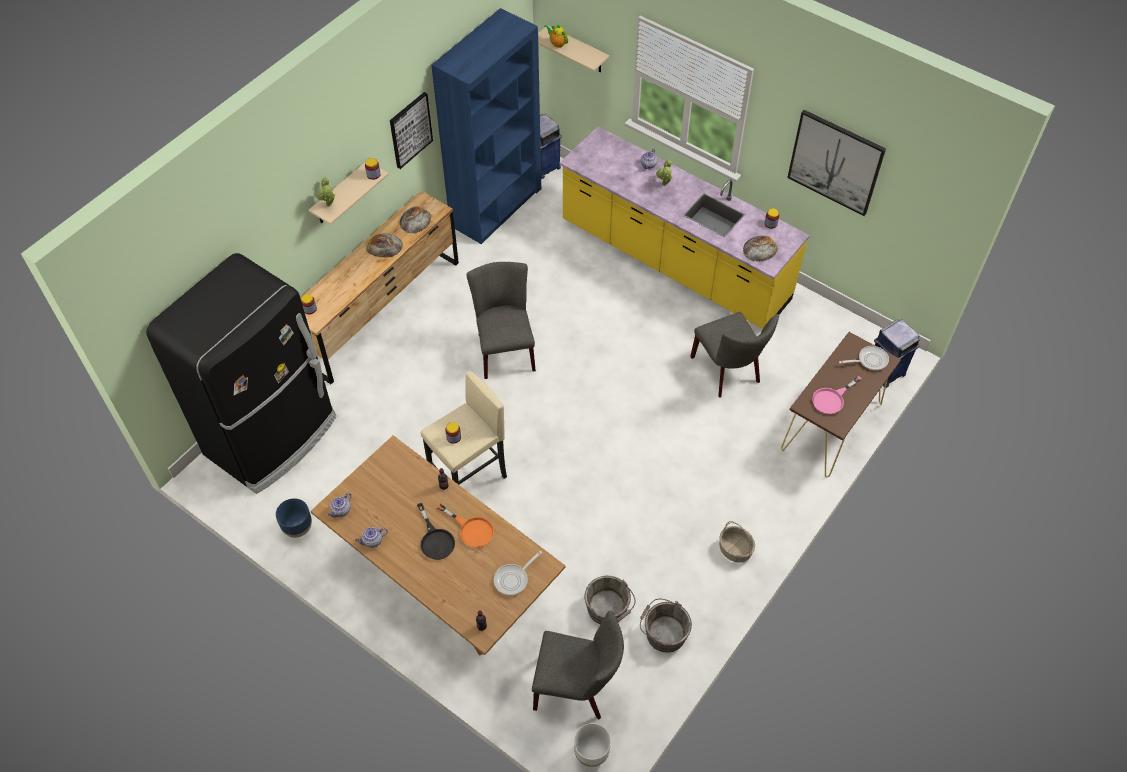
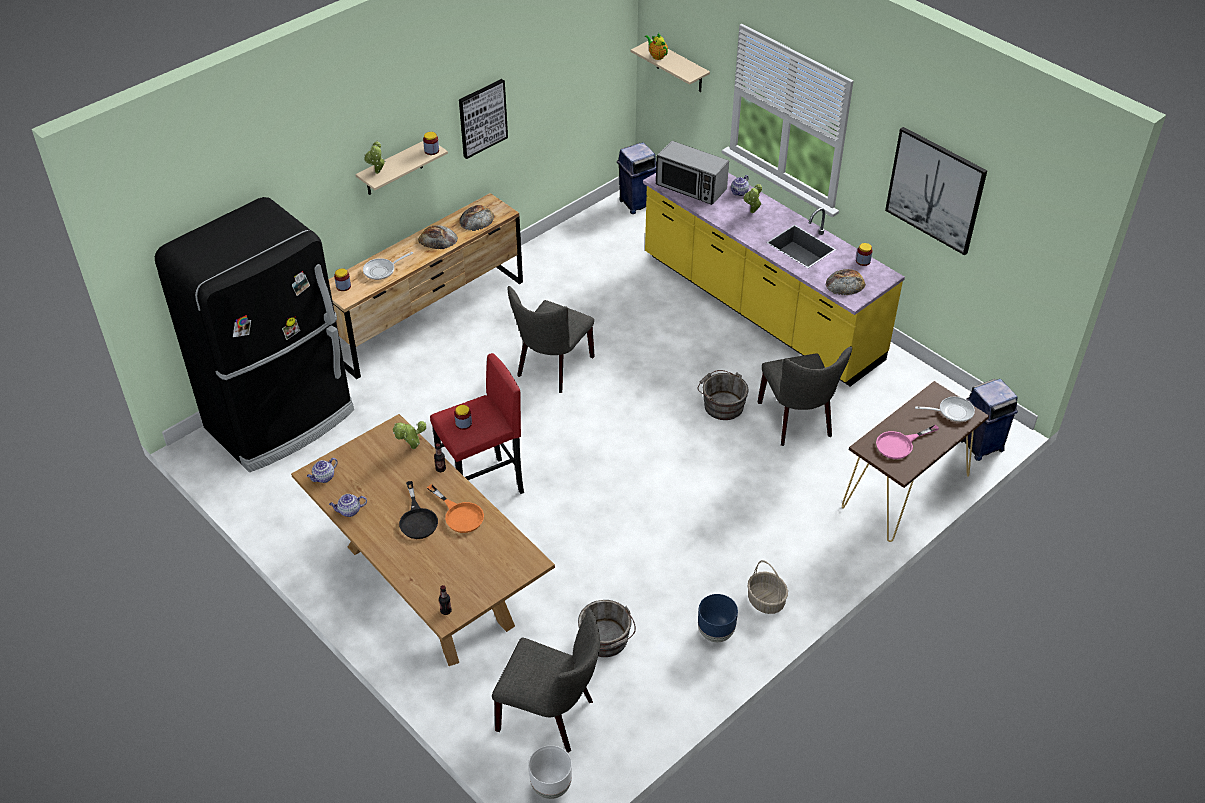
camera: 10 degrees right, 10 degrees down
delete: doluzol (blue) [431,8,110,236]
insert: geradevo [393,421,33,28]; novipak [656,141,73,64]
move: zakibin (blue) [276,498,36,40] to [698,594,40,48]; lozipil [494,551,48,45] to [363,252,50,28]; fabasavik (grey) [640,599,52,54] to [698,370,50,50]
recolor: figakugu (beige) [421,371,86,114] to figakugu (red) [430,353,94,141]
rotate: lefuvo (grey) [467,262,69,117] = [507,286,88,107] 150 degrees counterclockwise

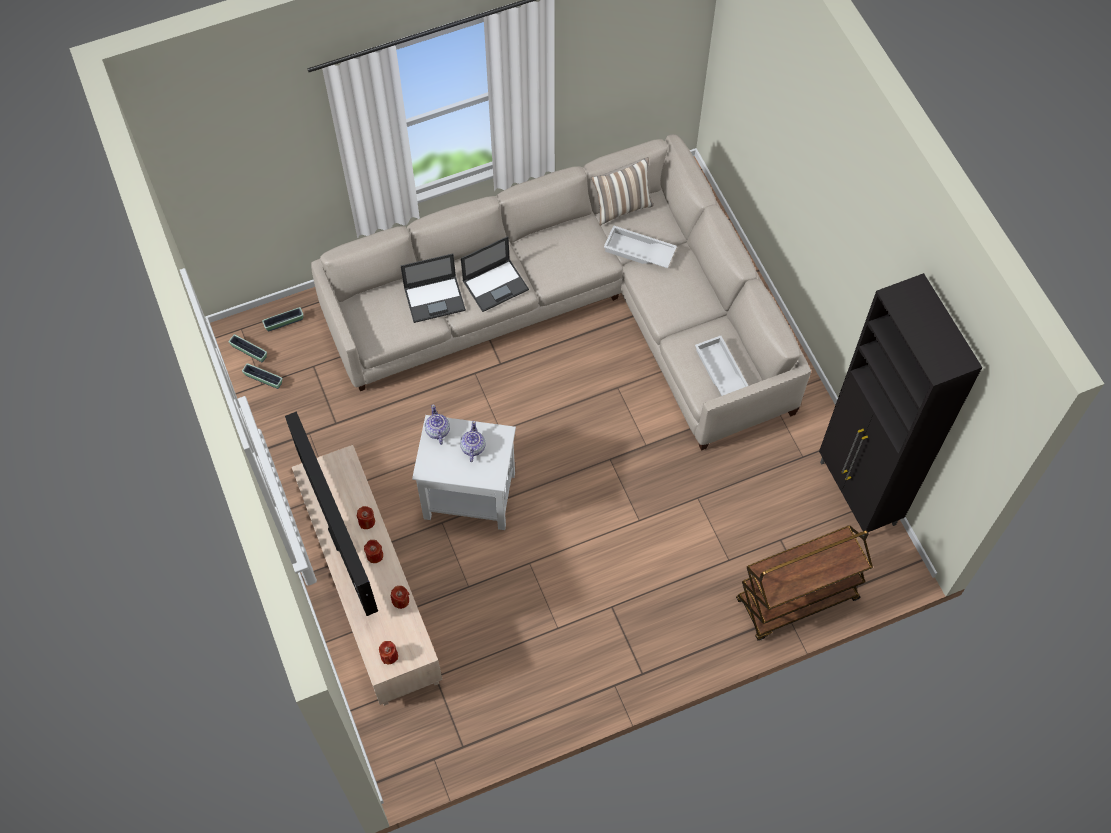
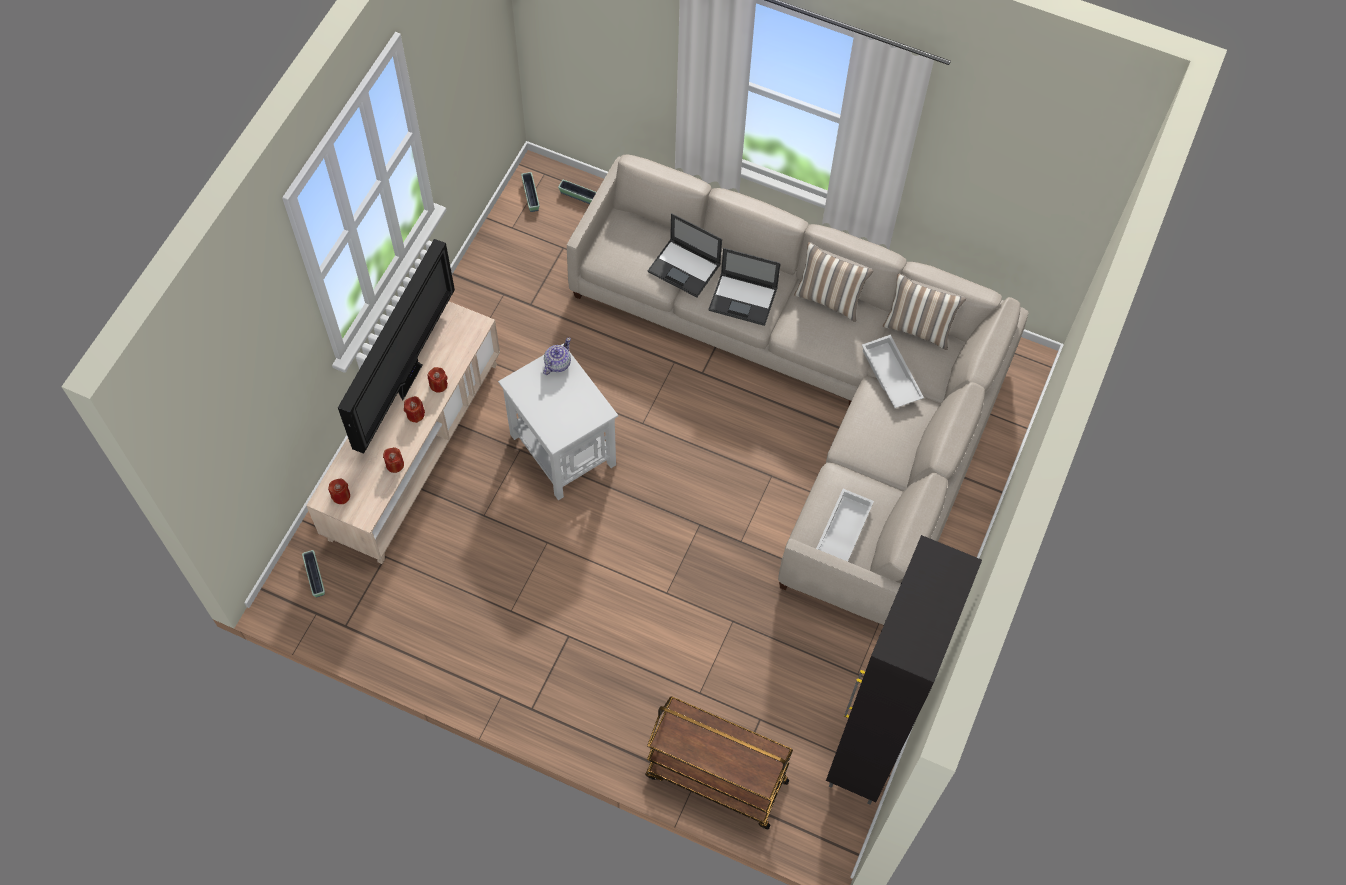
camera: 45 degrees right, 0 degrees up
delete: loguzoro [460,421,25,41]
insert: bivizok [794,242,80,80]
move: zakibin [242,363,40,26] to [302,550,23,47]

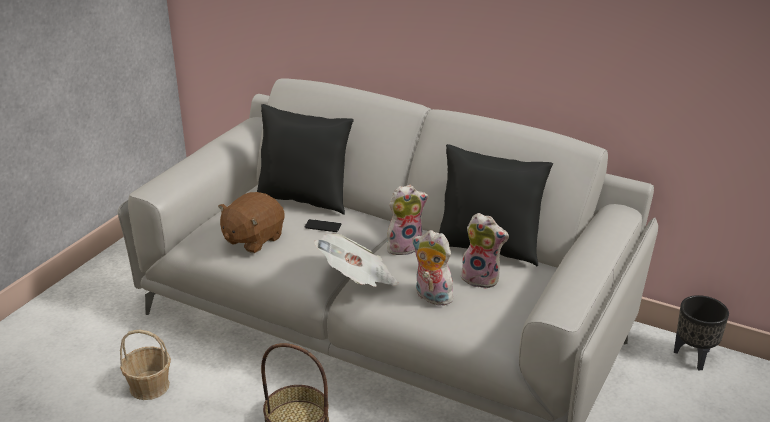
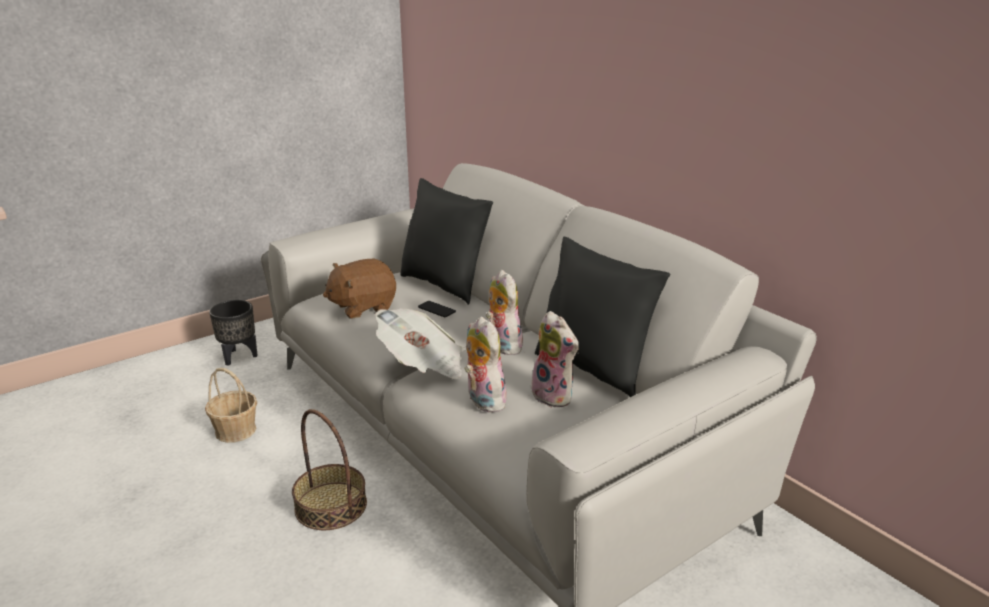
camera: 25 degrees right, 5 degrees down
move: zakibin (black) [674,295,55,75] to [209,300,48,66]
rotate: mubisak [387,185,41,70] = [486,270,37,85] 120 degrees counterclockwise

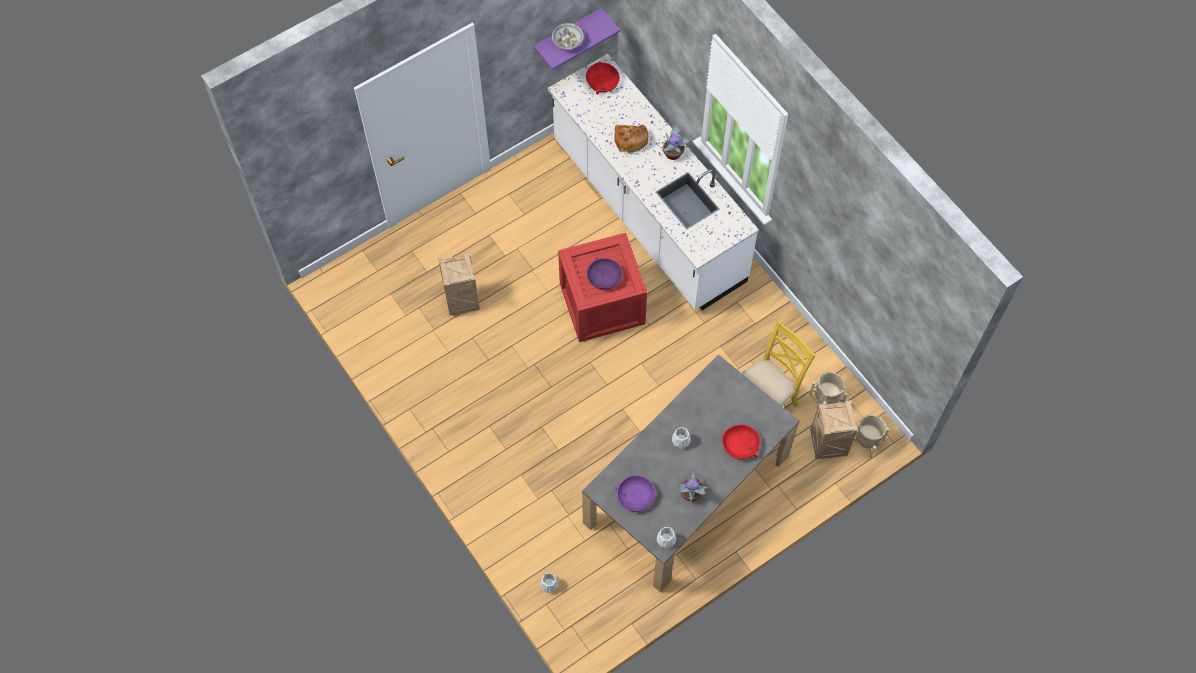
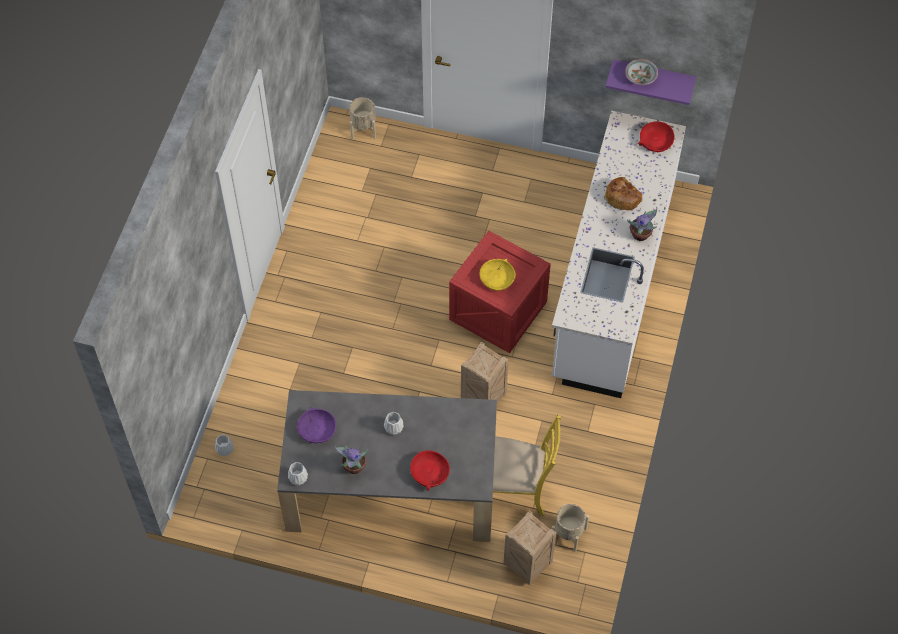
camera: 50 degrees right, 5 degrees down
move: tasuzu [438,253,42,63] to [461,342,48,61]; zakibin (beige) [854,414,35,45] to [349,97,27,42]
recolor: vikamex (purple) [587,257,35,32] to vikamex (yellow) [480,259,36,32]

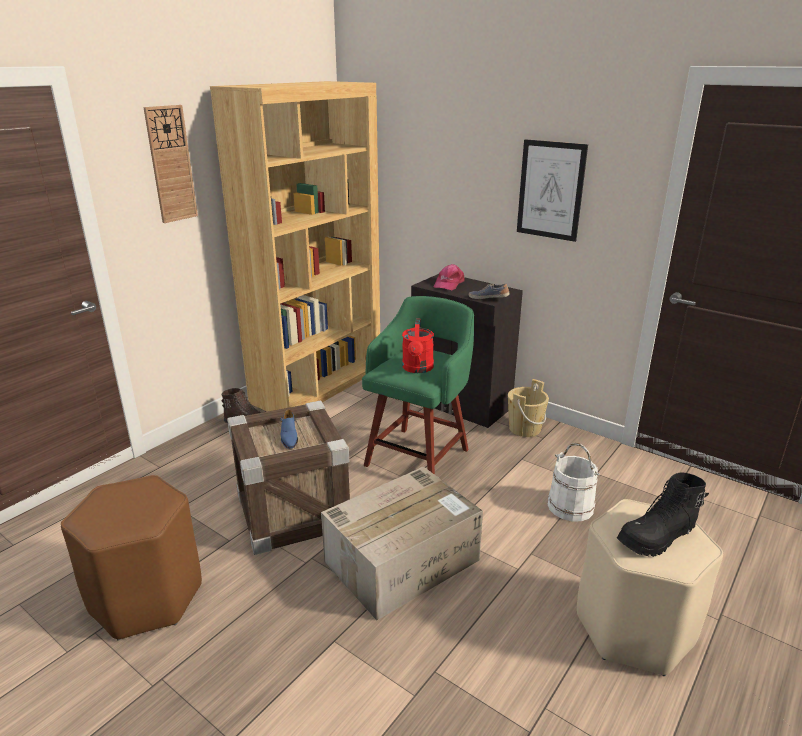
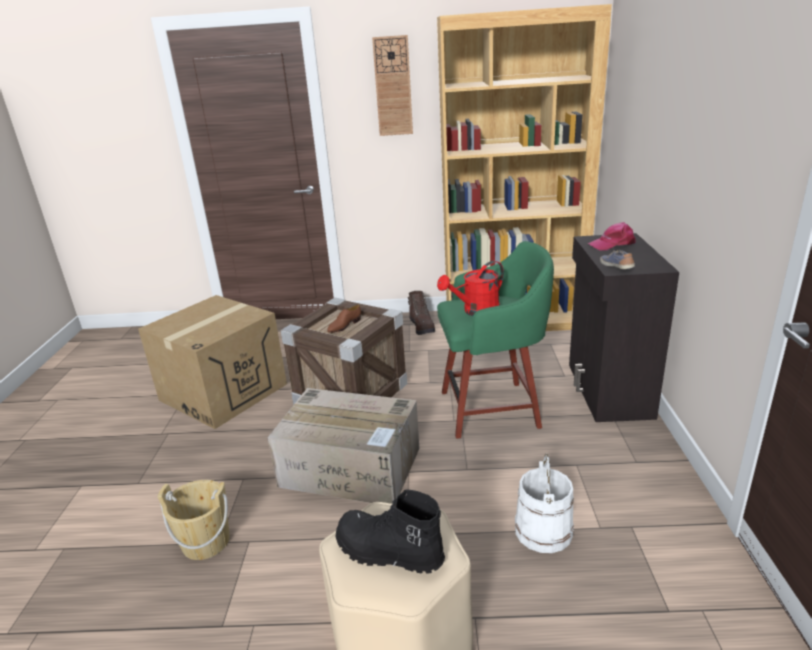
camera: 55 degrees right, 0 degrees up
delete: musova [517,139,71,103]
move: fabasavik (beige) [508,379,41,58] to [158,480,72,80]
replace: figakugu (brown) [61,475,141,166] to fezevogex [138,295,149,134]
recolor: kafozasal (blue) [281,409,17,40] to kafozasal (brown) [327,305,34,28]

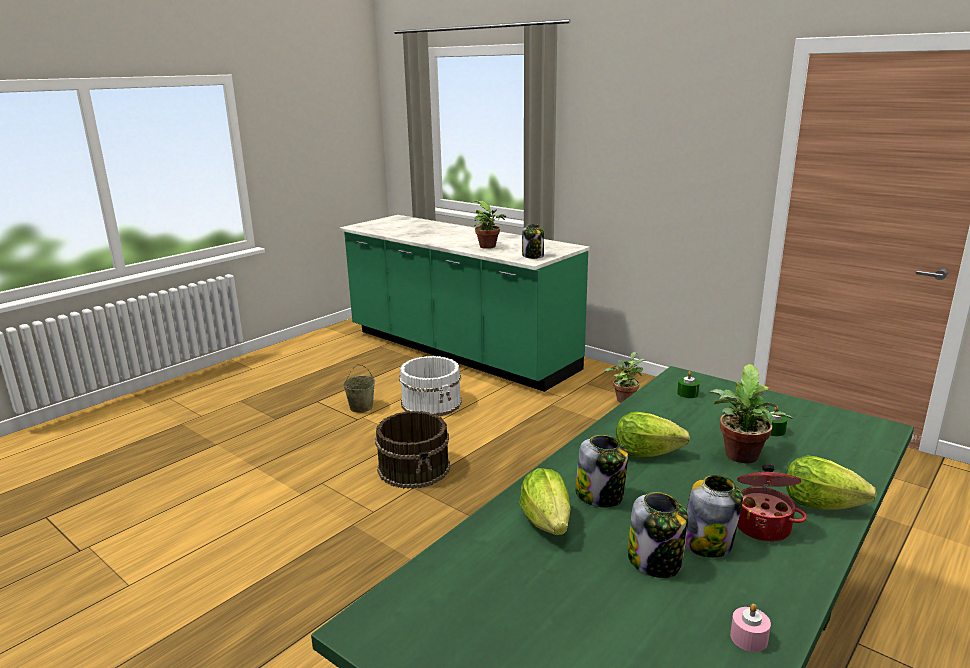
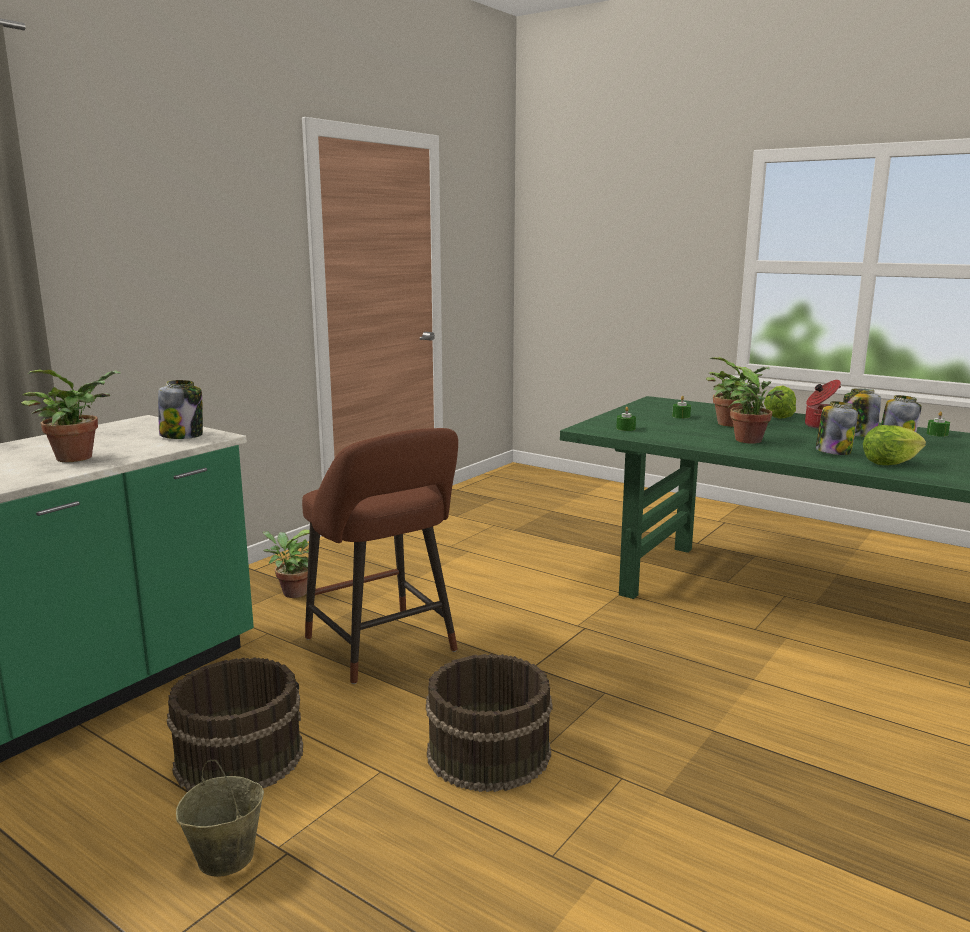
camera: 95 degrees left, 5 degrees down
insert: figakugu (brown) [302,428,156,256]
replace: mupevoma [616,412,74,45] to geradevo [728,366,56,78]
recolor: fabasavik (white) [399,356,63,60] to fabasavik (brown) [167,657,136,134]; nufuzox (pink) [730,604,41,48] to nufuzox (green) [927,411,23,26]

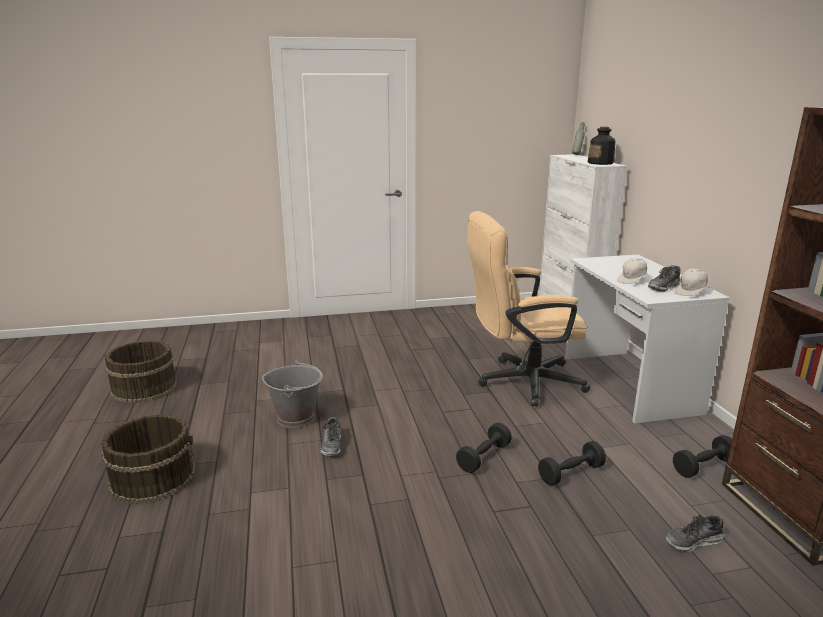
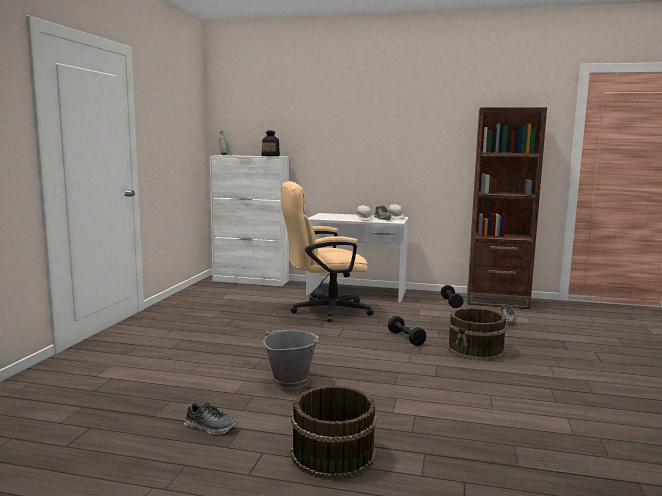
camera: 65 degrees left, 10 degrees down
delete: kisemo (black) [538,441,68,44]
move: fabasavik (brown) [105,341,72,62] to [447,308,60,53]; kafozasal [320,417,21,39] to [184,402,52,32]
rotate: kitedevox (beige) [467,211,123,196] = [281,181,93,142] 60 degrees clockwise

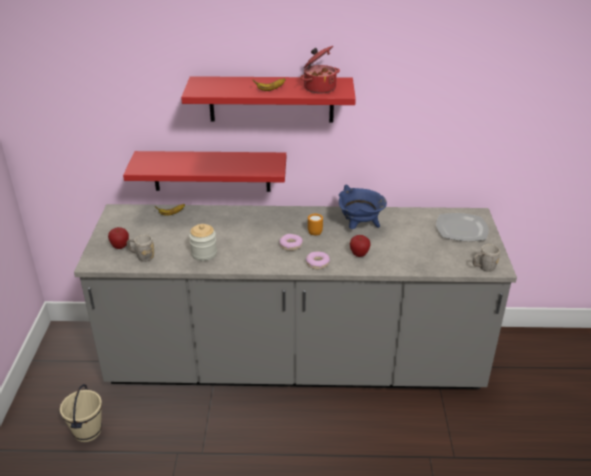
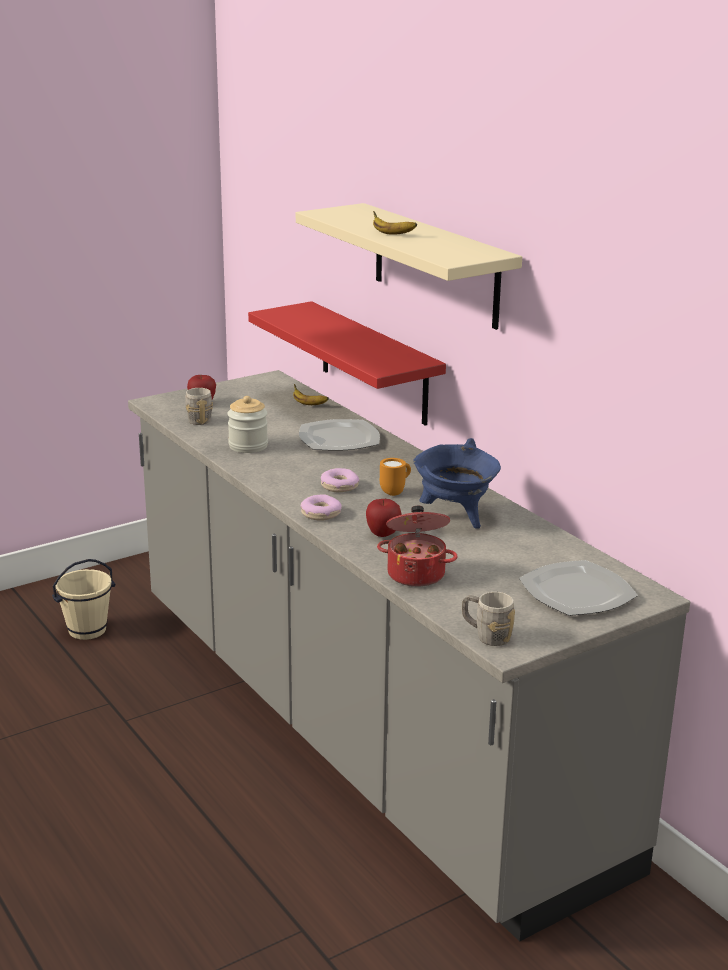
camera: 55 degrees right, 10 degrees down
insert: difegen [299,419,81,32]
move: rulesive [300,46,40,48] to [377,506,80,81]
recolor: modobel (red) [181,76,175,46] to modobel (beige) [296,203,226,127]

